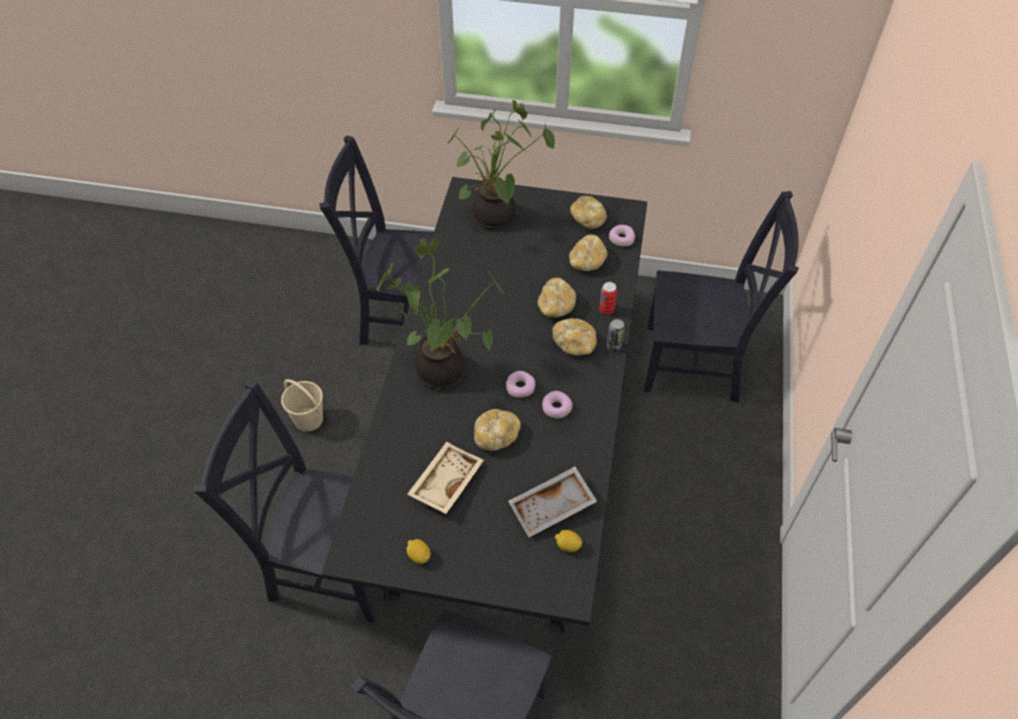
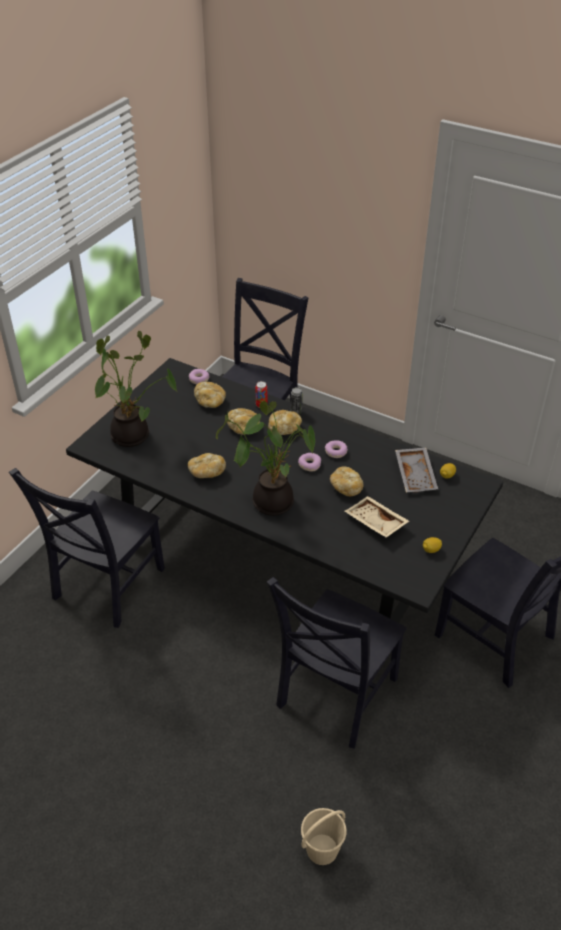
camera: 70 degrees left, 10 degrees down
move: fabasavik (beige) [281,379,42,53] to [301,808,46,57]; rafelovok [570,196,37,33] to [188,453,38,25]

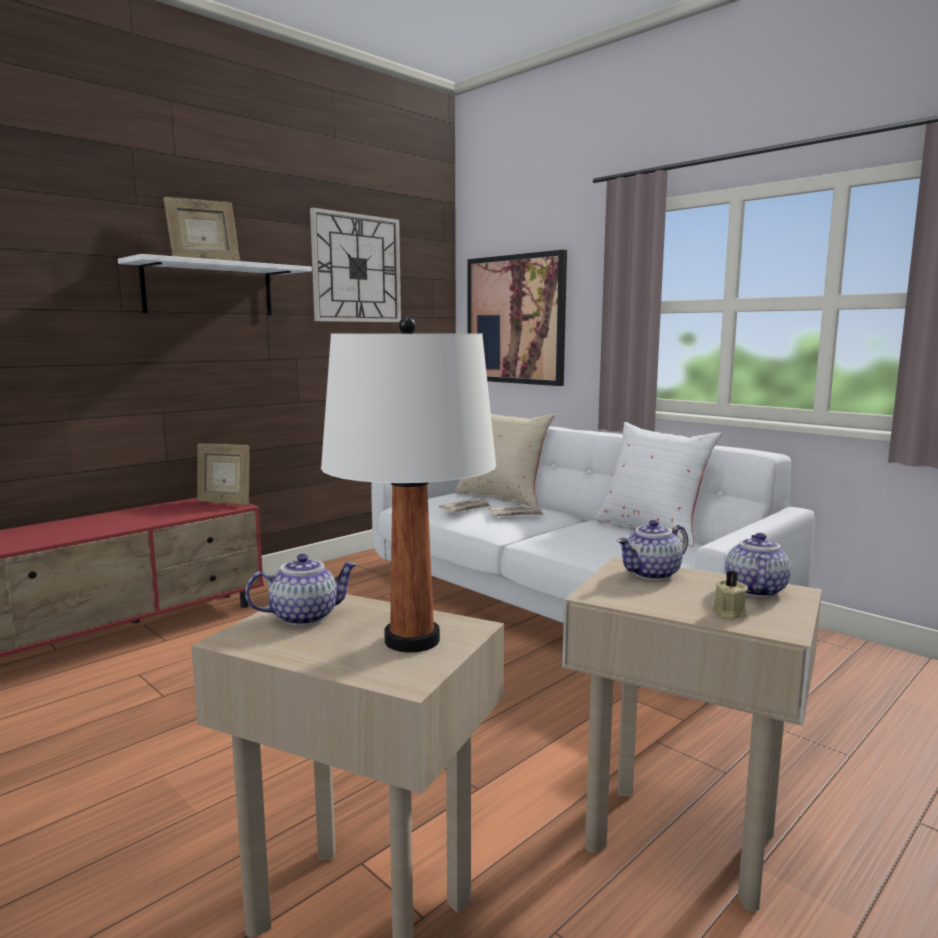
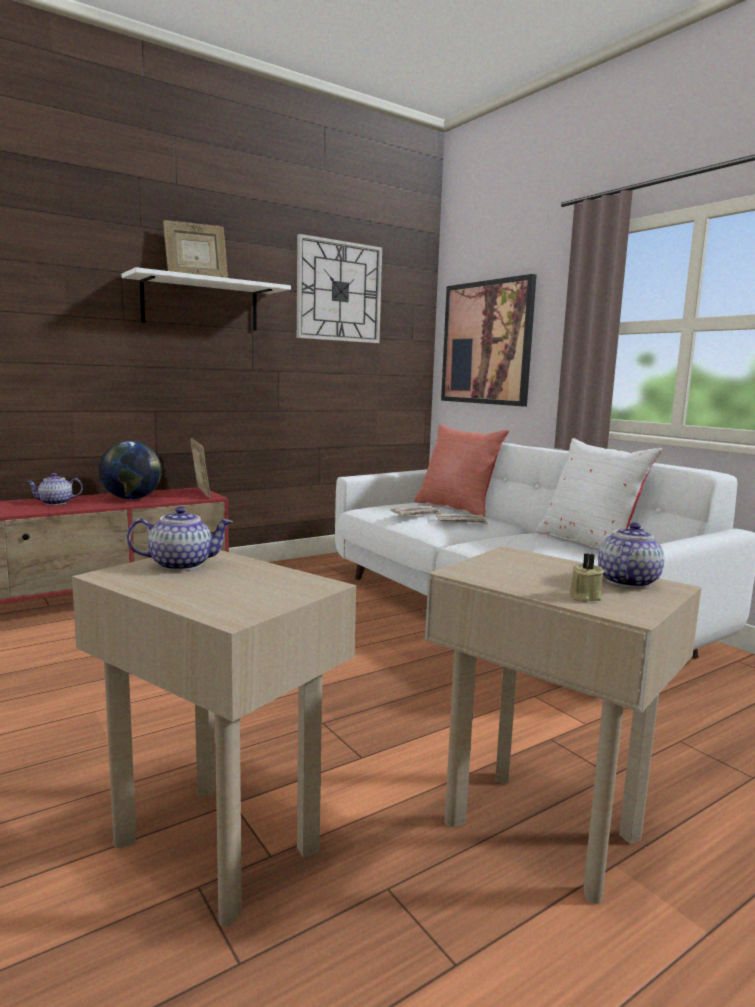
camera: 10 degrees right, 0 degrees up
delete: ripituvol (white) [321,317,175,336]
insert: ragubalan [99,441,63,59]
move: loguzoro [617,520,71,61] to [27,473,56,32]
recolor: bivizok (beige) [455,414,100,92] to bivizok (red) [414,424,95,93]
rotate: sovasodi [197,443,53,62] = [190,438,21,60] 150 degrees counterclockwise

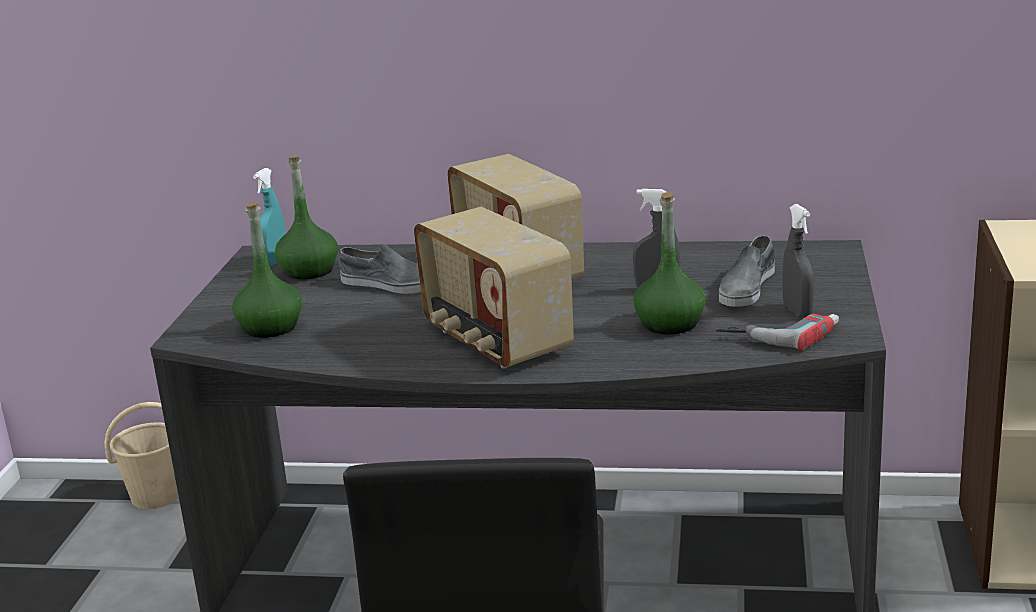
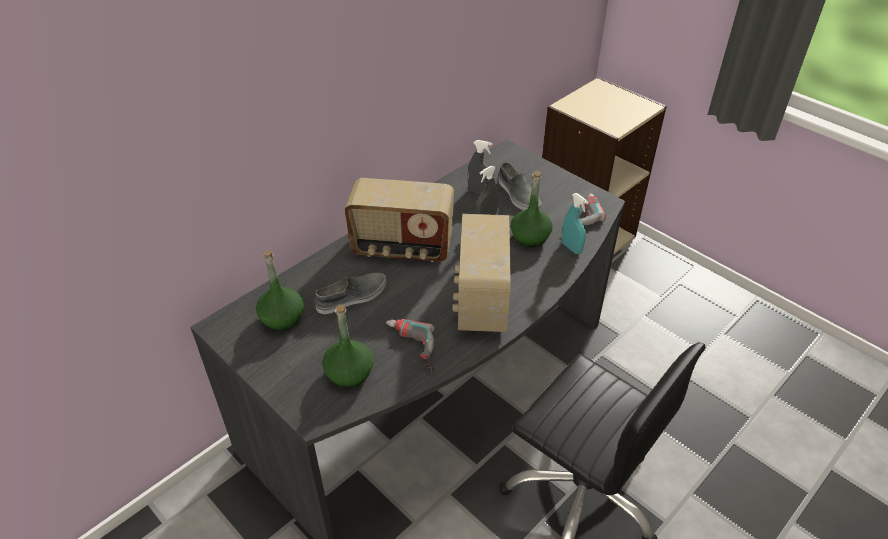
camera: 55 degrees left, 20 degrees up
delete: fabasavik (beige) [104,402,75,107]
insert: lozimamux [386,319,48,54]
move: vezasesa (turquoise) [253,168,33,98] to [562,193,27,61]; vezasesa (grey) [782,204,32,113] to [468,140,26,54]
rotate: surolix [414,207,160,162] = [452,214,59,118] 90 degrees clockwise

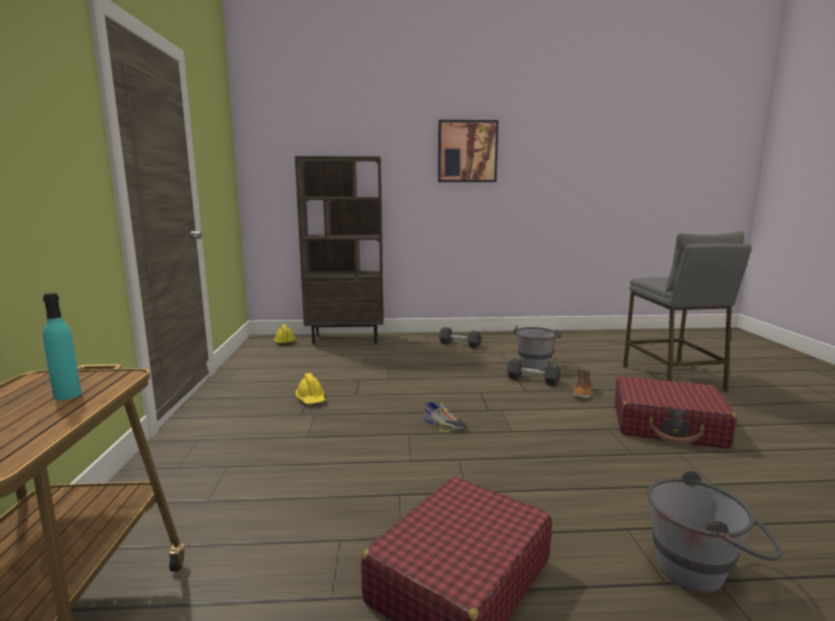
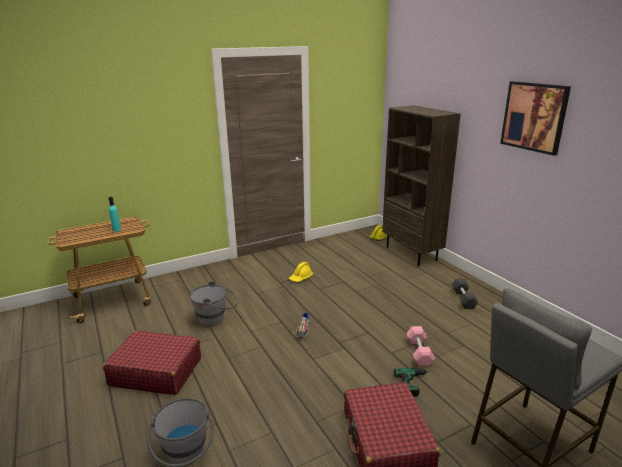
camera: 65 degrees right, 10 degrees up
move: fabasavik (grey) [513,325,48,45] to [189,281,50,45]
replace: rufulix [573,369,18,29] to lozimamux [394,368,41,29]
recolor: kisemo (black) [507,358,53,28] to kisemo (pink) [407,326,28,40]

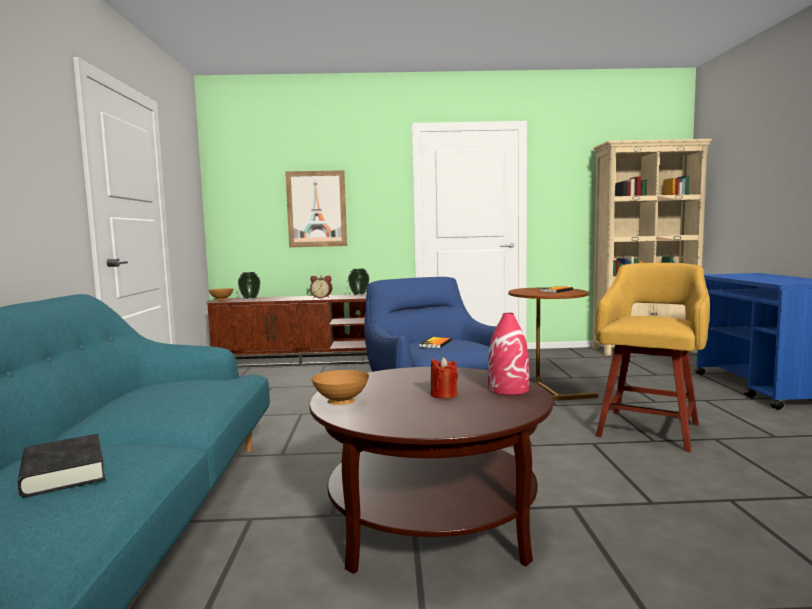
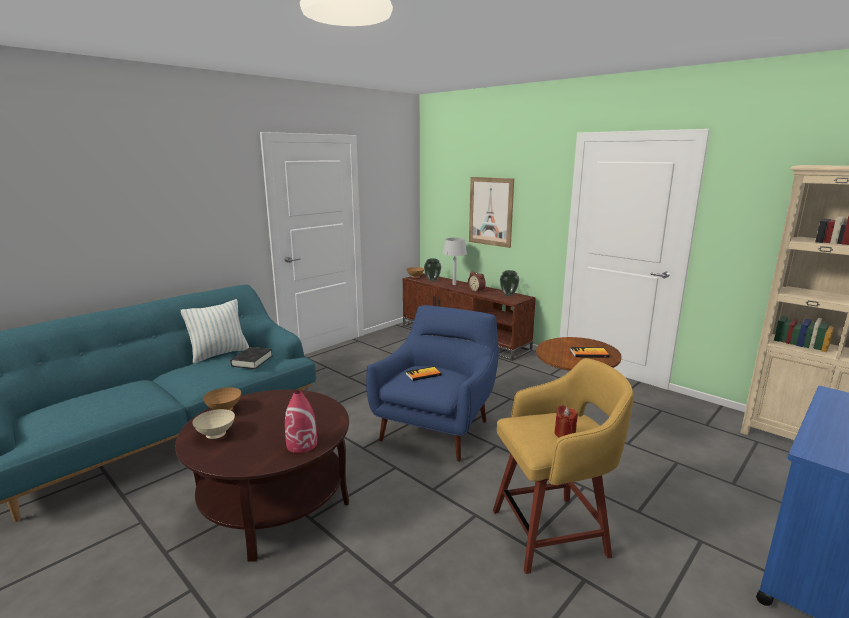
camera: 45 degrees right, 10 degrees up
insert: bivizok [181,299,68,65]; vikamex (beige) [192,409,43,30]; ripituvol (grey) [443,238,24,47]
move: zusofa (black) [17,434,88,63] to [230,347,42,22]; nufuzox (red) [431,357,27,42] to [555,405,23,32]

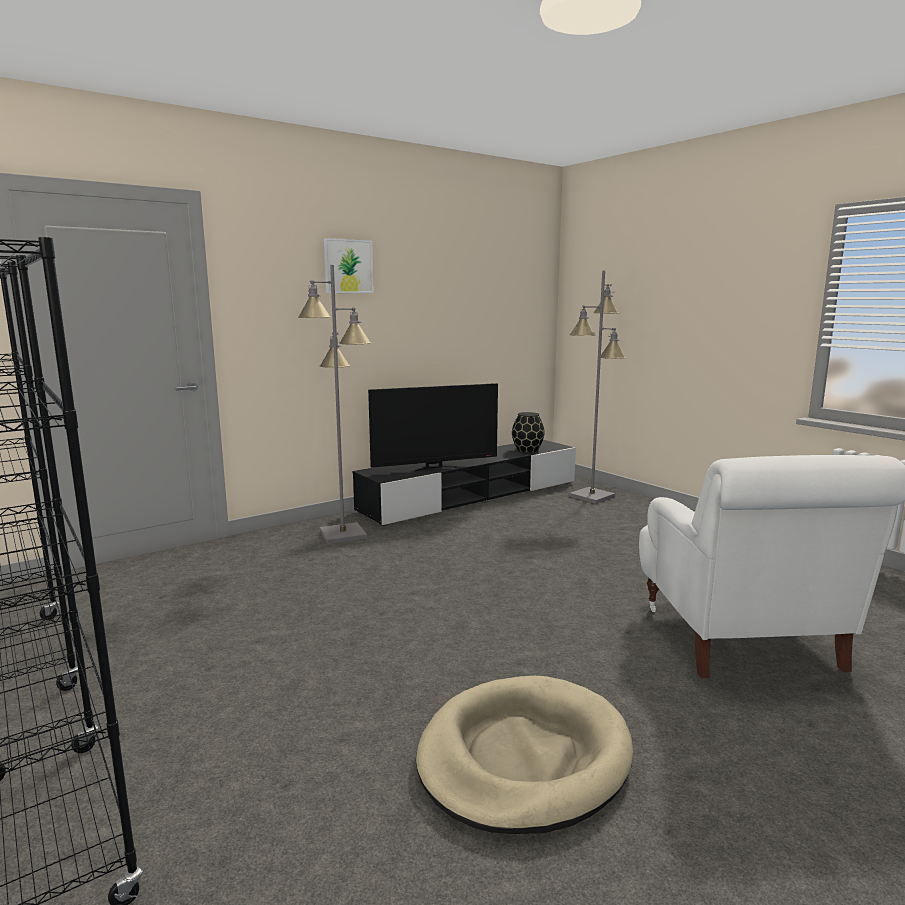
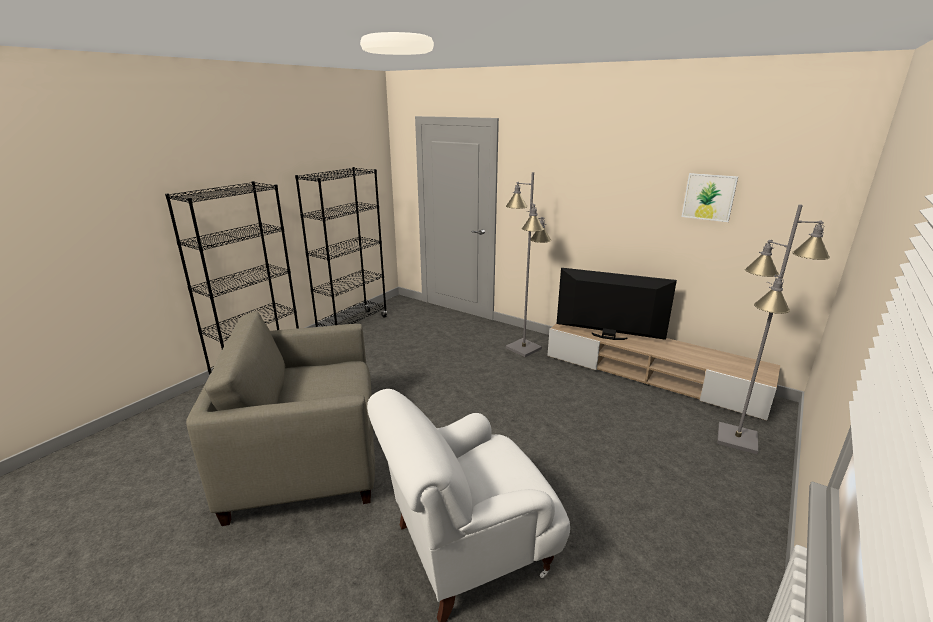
camera: 70 degrees right, 10 degrees up
delete: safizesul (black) [512,412,33,41]
move: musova [324,238,50,55] to [682,173,56,49]
replace: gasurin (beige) [416,676,217,158] to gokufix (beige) [186,311,189,215]
recolor: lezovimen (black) [353,440,223,86] to lezovimen (beige) [547,323,233,97]
rotate: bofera [368,383,130,88] = [557,268,120,72] 150 degrees clockwise

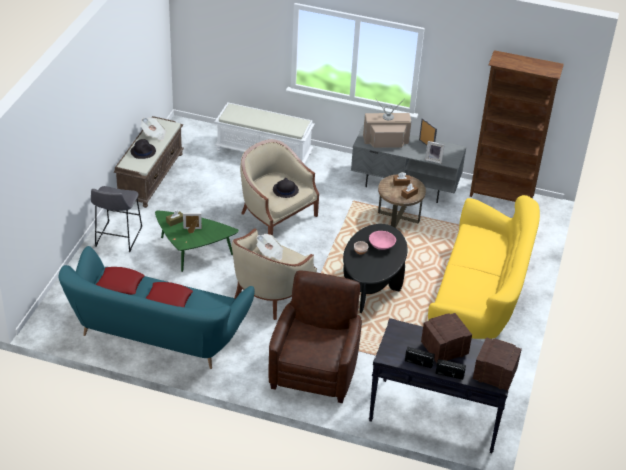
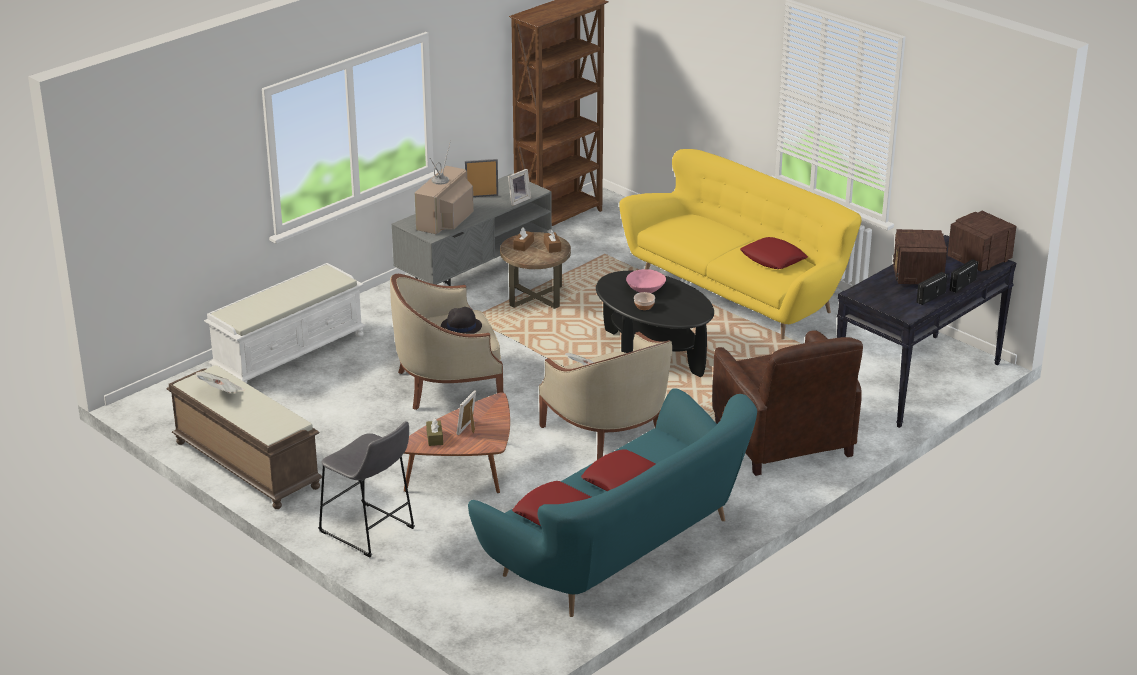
camera: 60 degrees left, 10 degrees down
delete: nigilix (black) [131,139,25,20]
insert: bivizok (red) [740,237,68,32]
recolor: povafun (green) [155,211,84,61] to povafun (brown) [404,392,106,101]
rotate: gokufix (brown) [268,271,94,132] = [712,330,151,146] 150 degrees counterclockwise

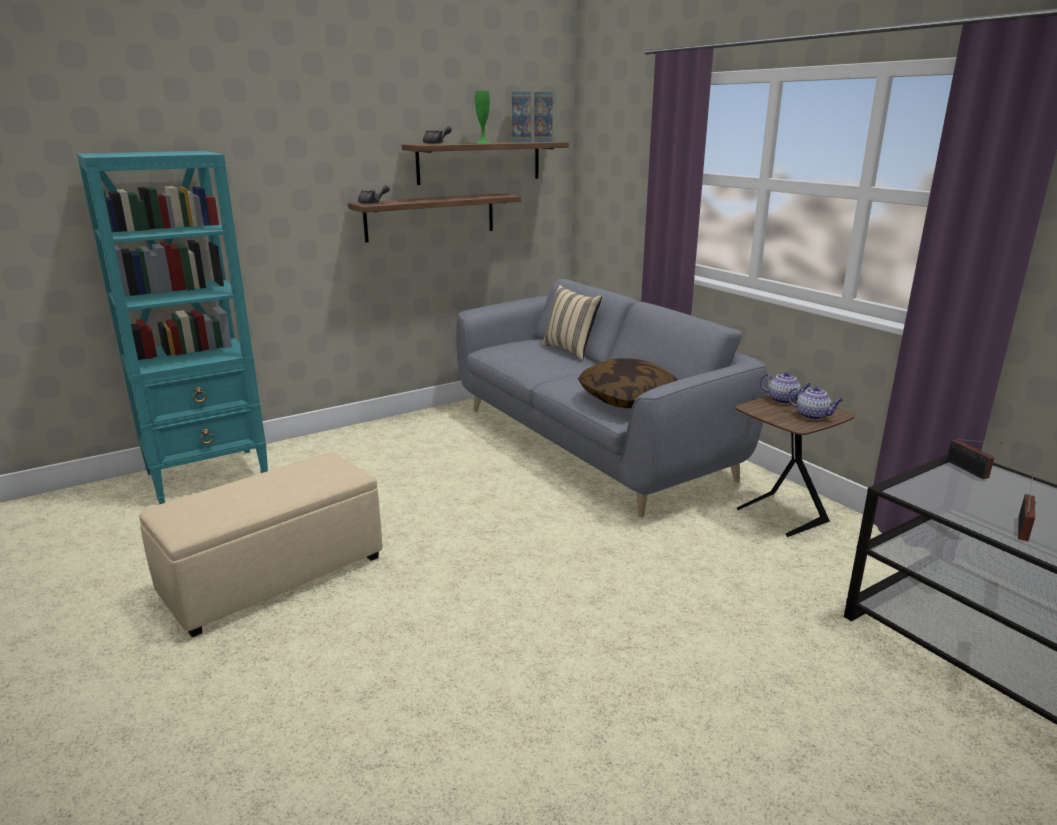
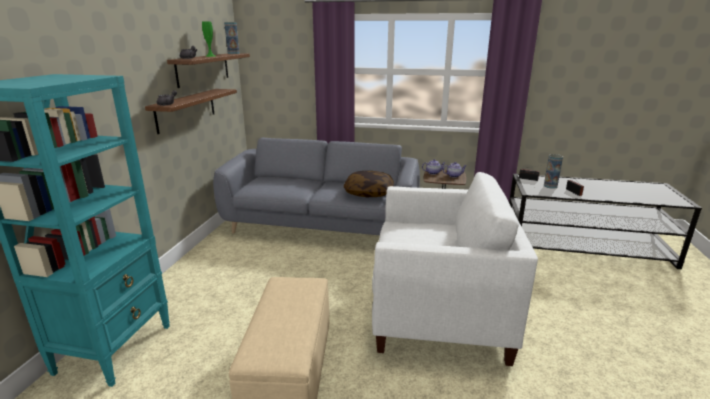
camera: 45 degrees left, 0 degrees up
delete: bivizok (beige) [542,285,60,75]
insert: gokufix (white) [372,172,166,194]
move: safizesul [512,92,19,50] to [544,154,19,35]

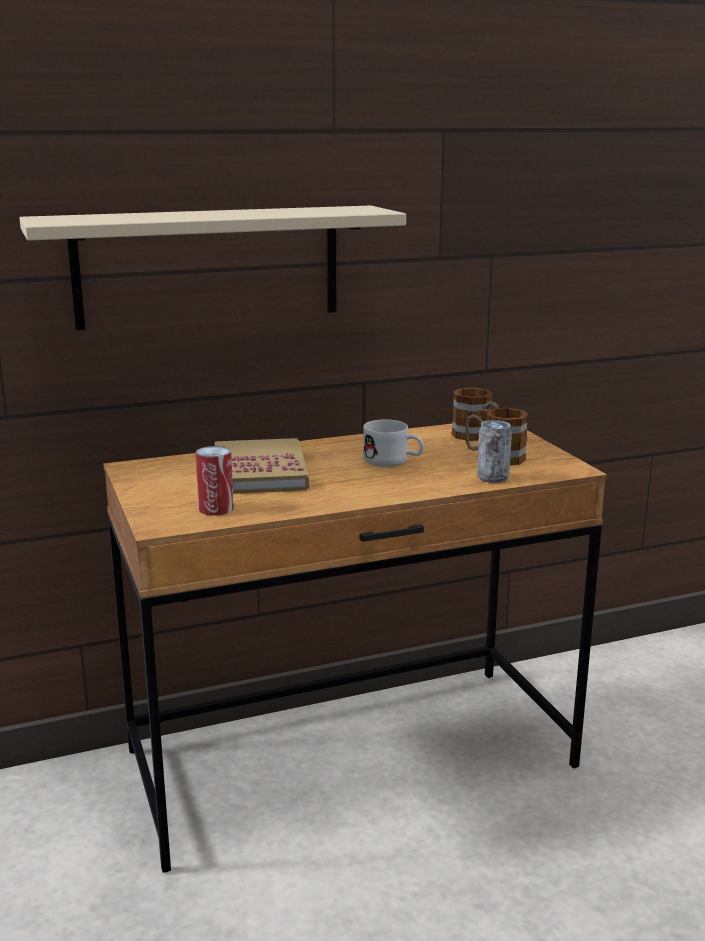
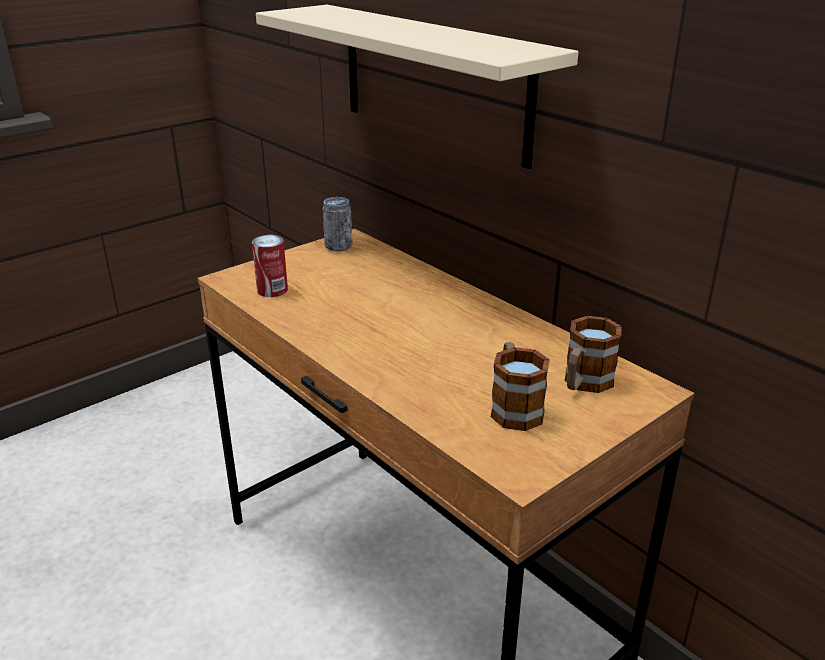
camera: 70 degrees right, 10 degrees up
delete: zusofa [215,438,94,56]; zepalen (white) [363,420,61,47]
move: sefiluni [477,420,35,63] to [322,197,30,55]

